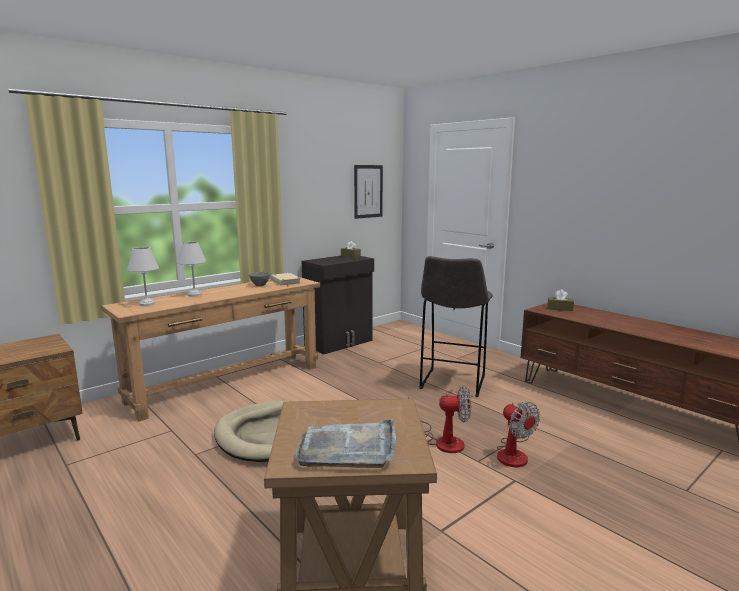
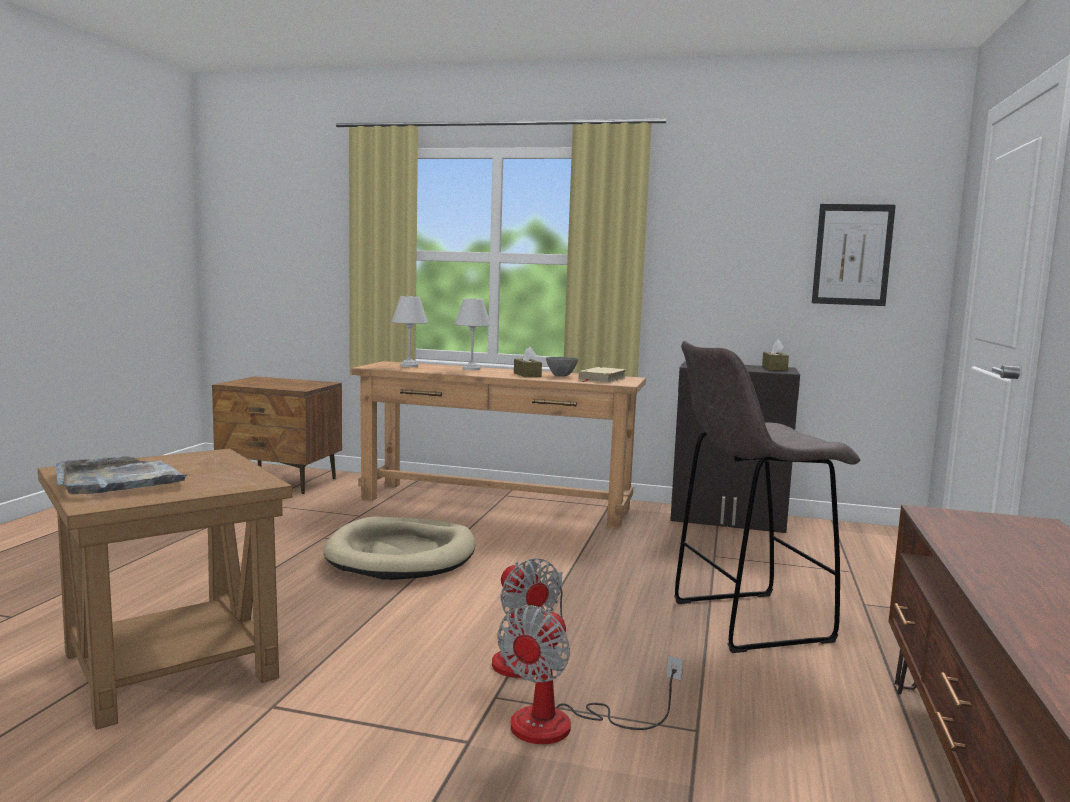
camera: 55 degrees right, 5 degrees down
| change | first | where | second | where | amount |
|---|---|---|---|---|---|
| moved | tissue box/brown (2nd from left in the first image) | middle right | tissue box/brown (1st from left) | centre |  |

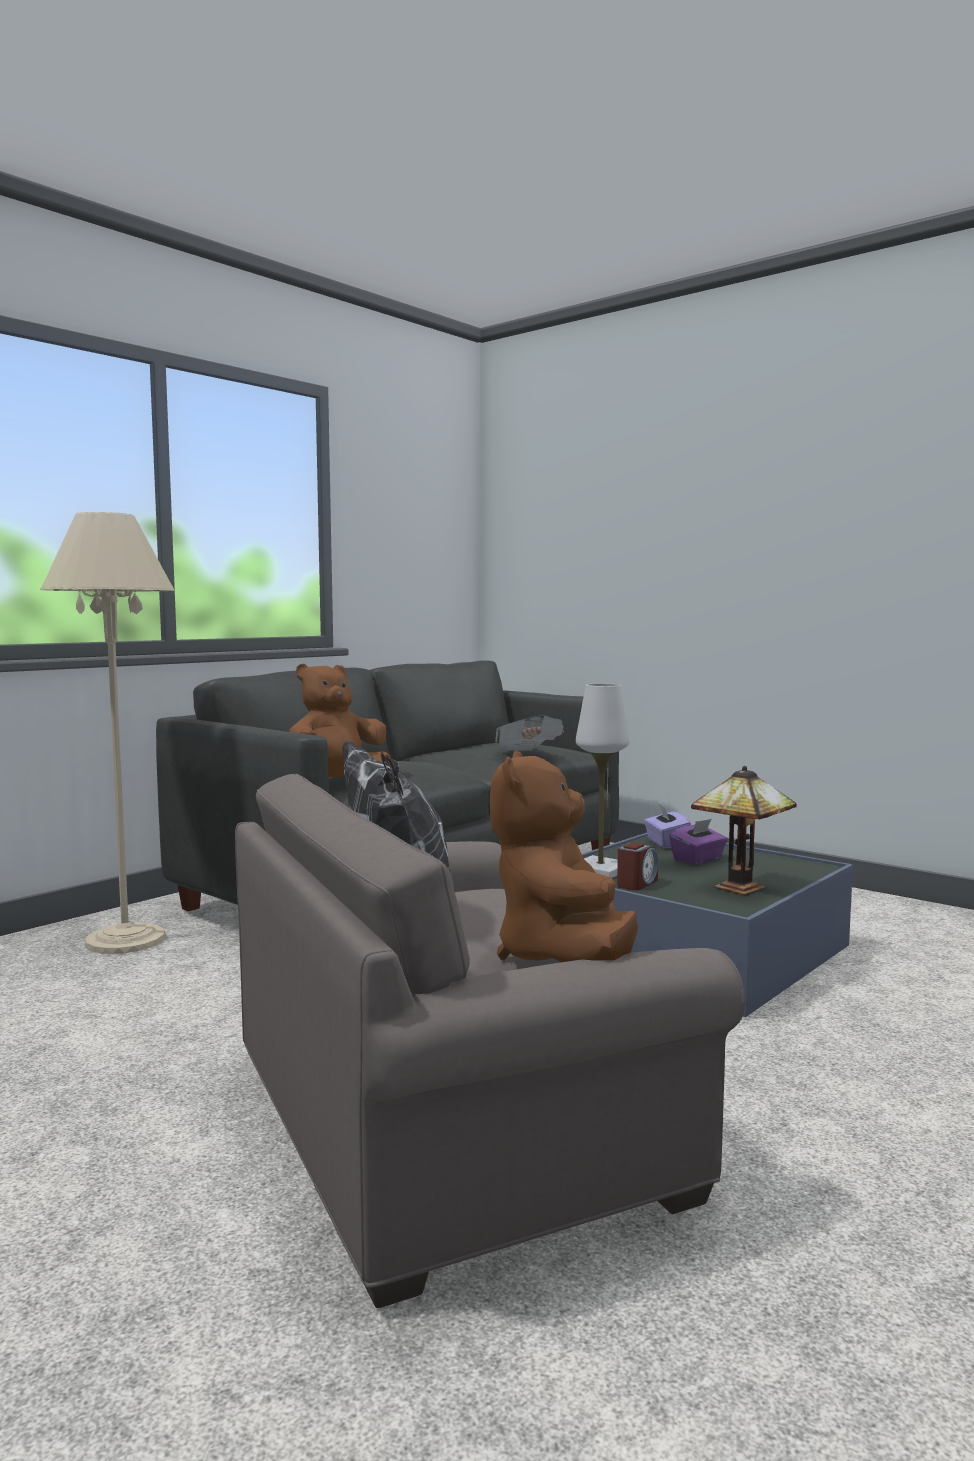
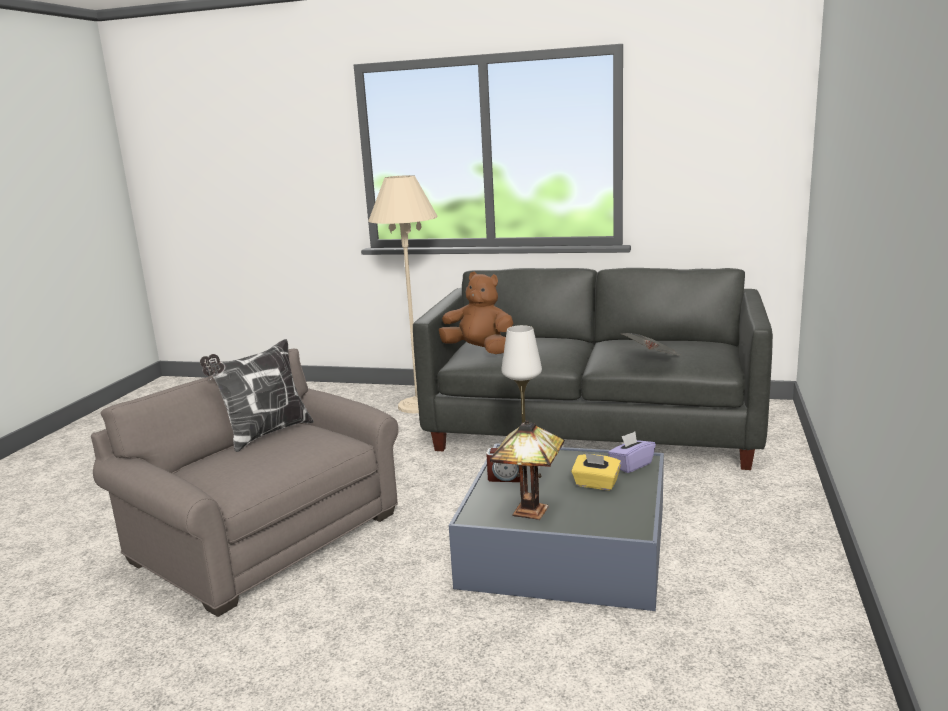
camera: 65 degrees right, 10 degrees up
| change | first | where | second | where | amount |
|---|---|---|---|---|---|
| recoloured | tissue box/purple (2nd from left) | middle right | tissue box/yellow | centre |  |
| removed | plush toy/brown (2nd from left) | centre |  |  |  |

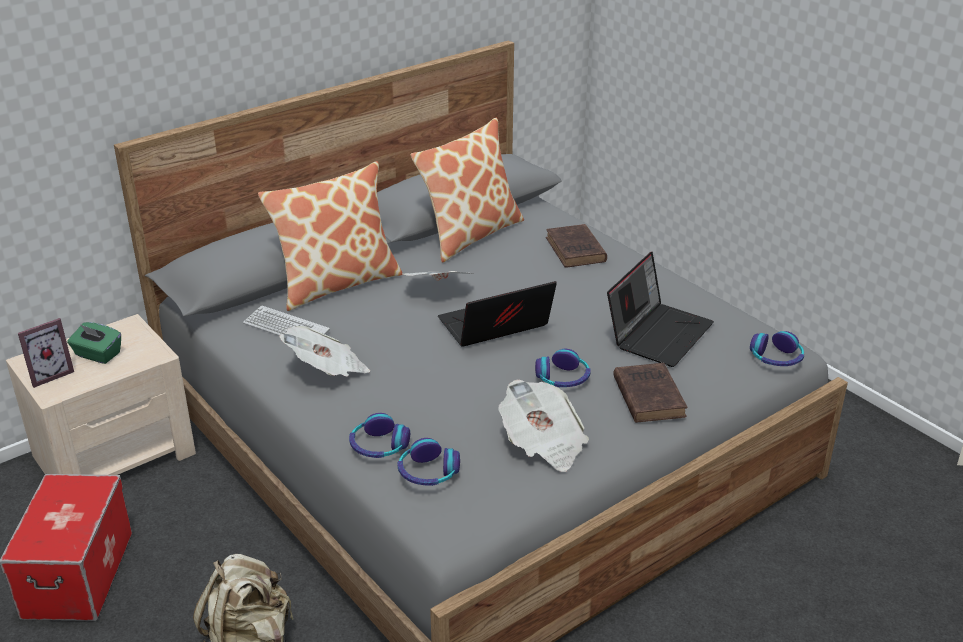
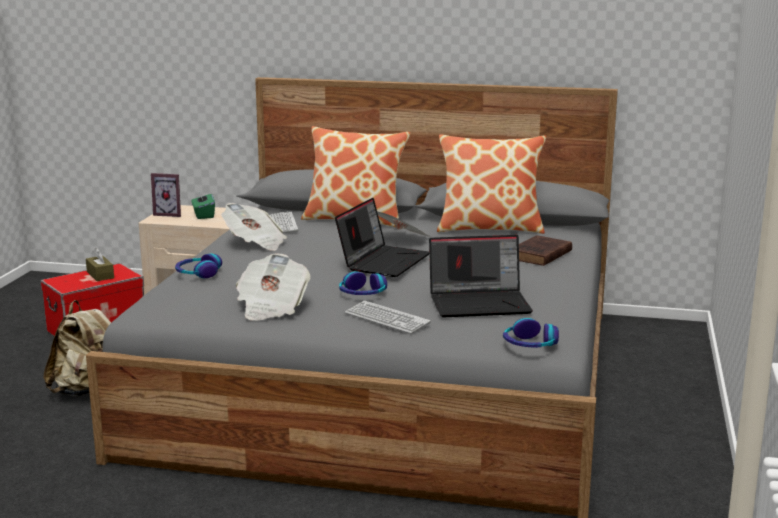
camera: 50 degrees right, 15 degrees down
| change | first | where | second | where | amount |
|---|---|---|---|---|---|
| added |  |  | tissue box/brown | middle left |  |
| turned | laptop (1st from left) | centre |  | centre | 90 degrees clockwise |
| replaced | book/brown (2nd from left) | middle right | keyboard (2nd from left) | centre |  |
| removed | headphones (2nd from left) | bottom centre |  |  |  |

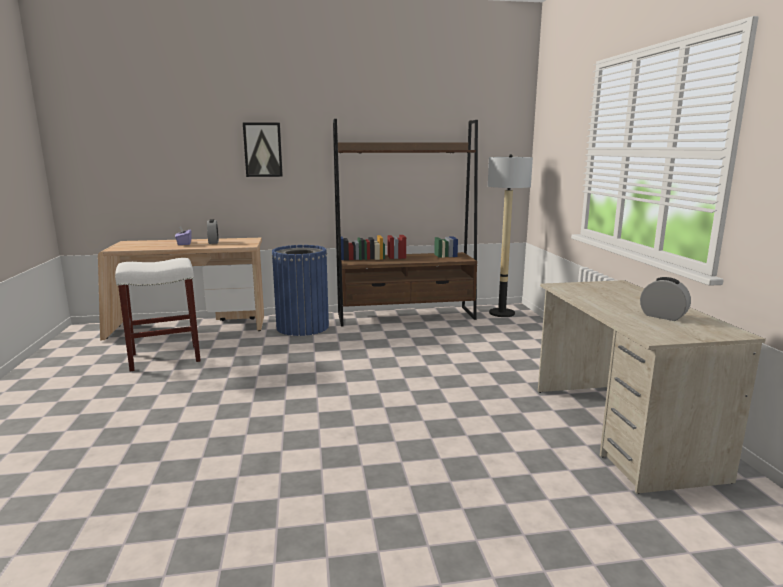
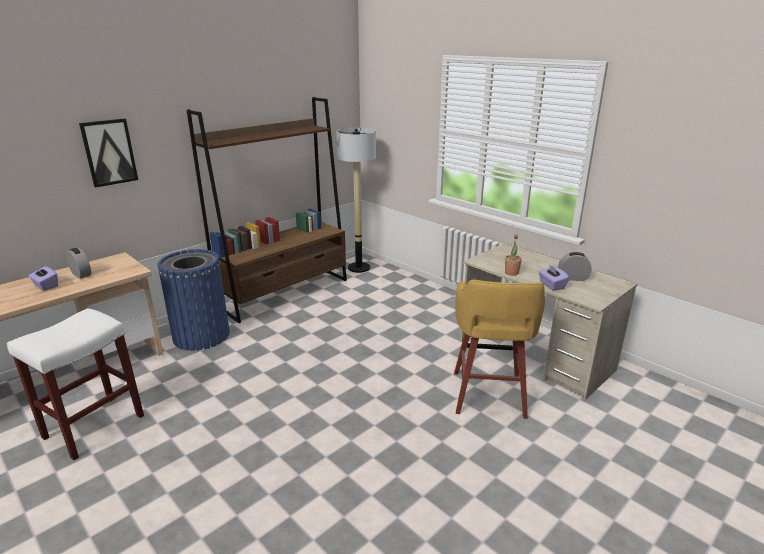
camera: 35 degrees left, 10 degrees up
| change | first | where | second | where | amount |
|---|---|---|---|---|---|
| added |  |  | stool/yellow | centre |  |
| added |  |  | potted plant | middle right |  |
| added |  |  | tissue box/purple (2nd from left) | middle right |  |

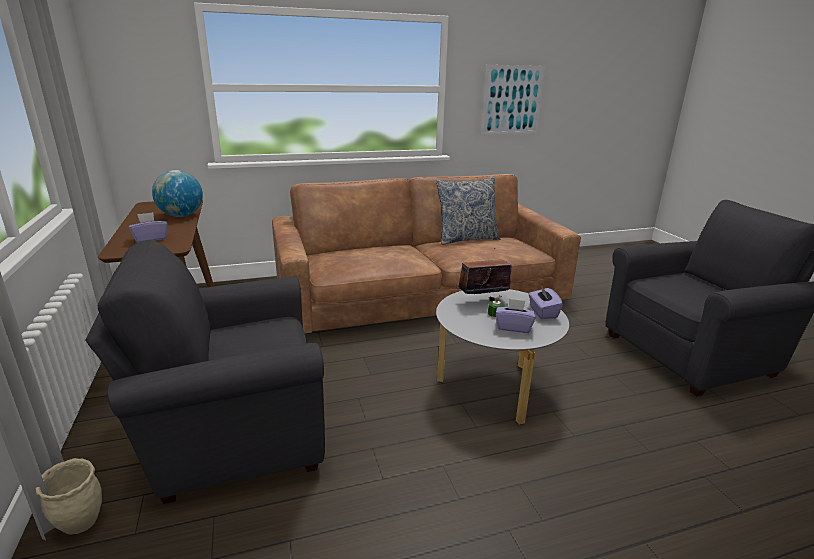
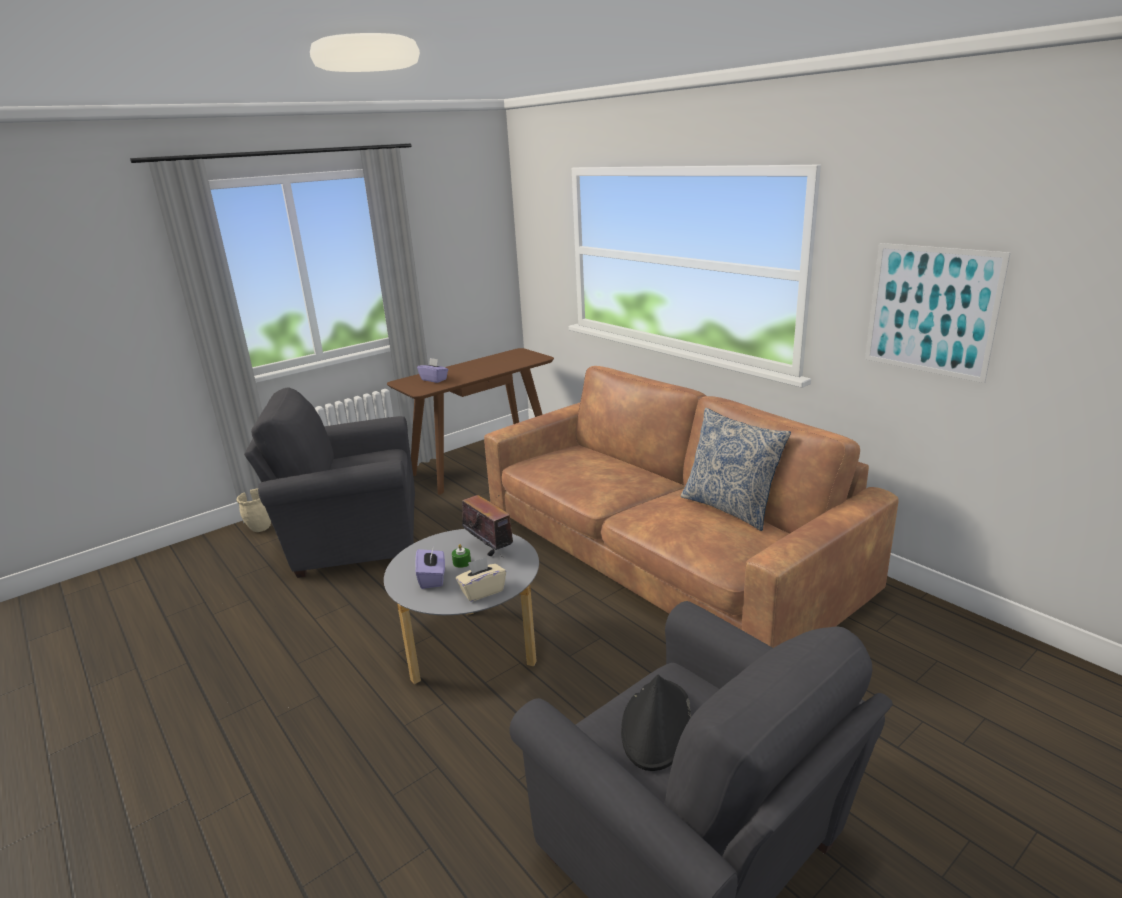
camera: 70 degrees right, 0 degrees up
| change | first | where | second | where | amount |
|---|---|---|---|---|---|
| turned | armchair/grey (1st from left) | middle left |  | middle left | 60 degrees counterclockwise |
| recoloured | tissue box/purple (3rd from left) | middle right | tissue box/beige | centre |  |
| added |  |  | hat/black | bottom centre |  |
| removed | globe | middle left |  |  |  |

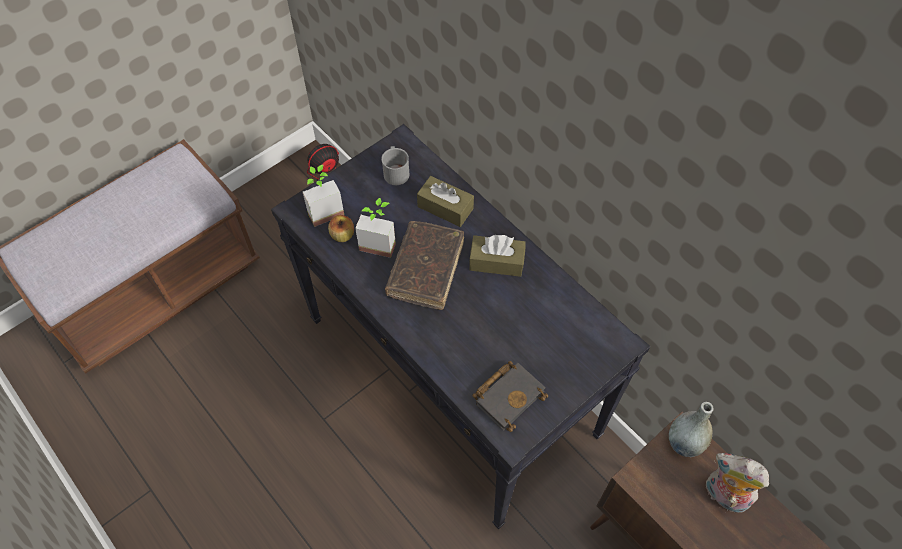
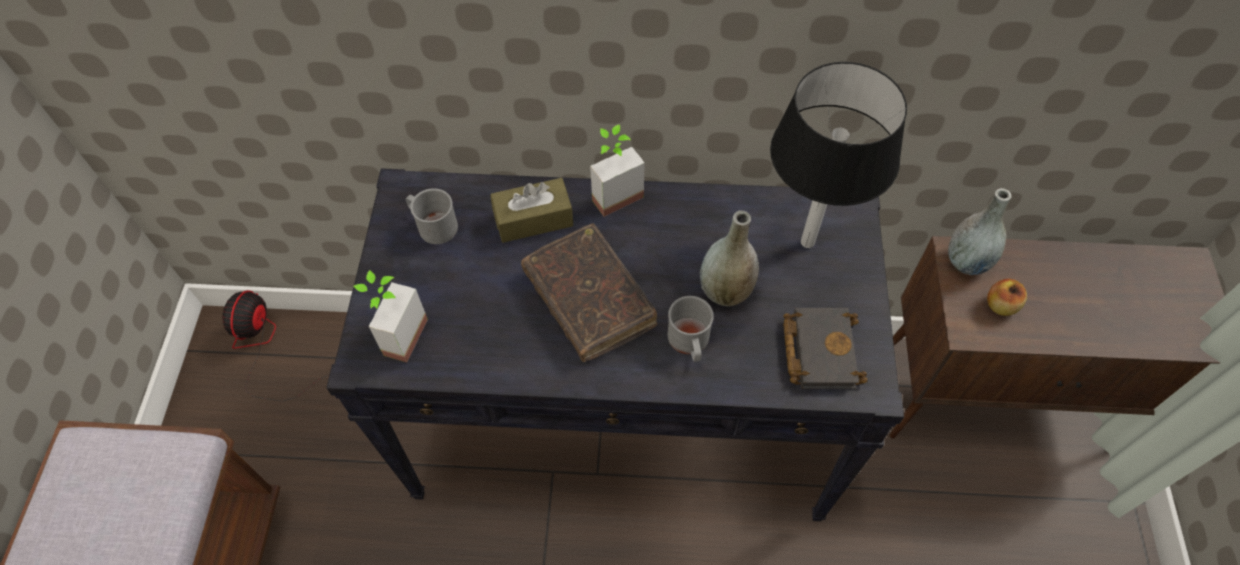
camera: 45 degrees left, 0 degrees up
| change | first | where | second | where | amount |
|---|---|---|---|---|---|
| moved | potted plant (2nd from left) | centre |  | top centre |  |
| added |  |  | mug/grey (2nd from left) | centre |  |
| added |  |  | vase/grey (1st from left) | centre |  |
| added |  |  | table lamp/black | top right |  |
| moved | apple | centre |  | middle right |  |
| removed | tissue box/brown (2nd from left) | centre |  |  |  |
| removed | plush toy | bottom right |  |  |  |

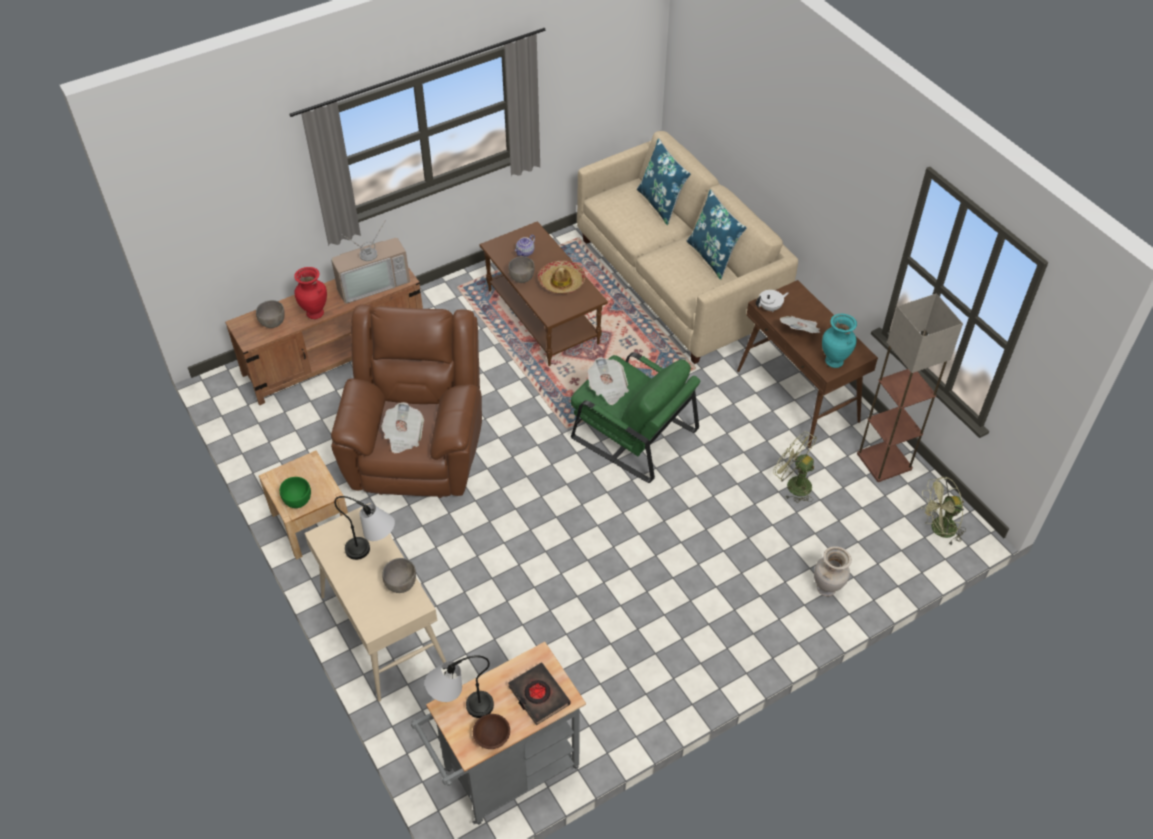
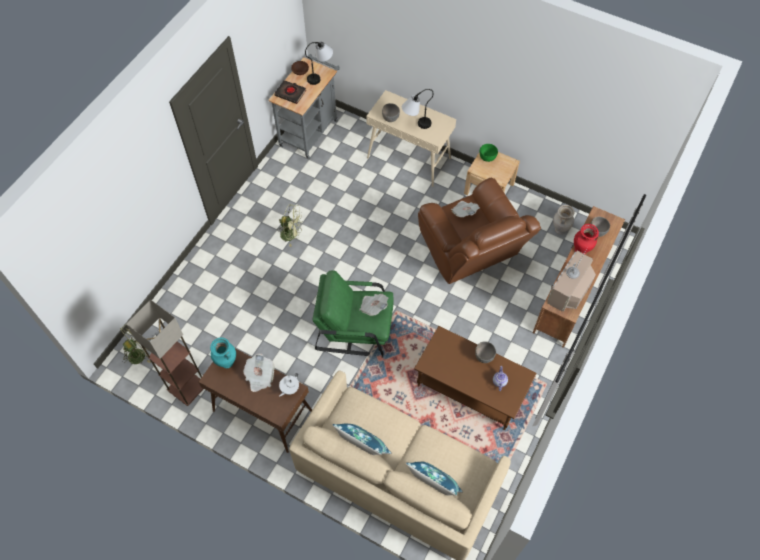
camera: 150 degrees right, 10 degrees up
| change | first | where | second | where | amount |
|---|---|---|---|---|---|
| moved | fan/green (1st from left in the first image) | middle right | fan/green (2nd from left) | centre |  |
| moved | vase/beige | bottom right |  | middle right |  |
| removed | hat | top centre |  |  |  |

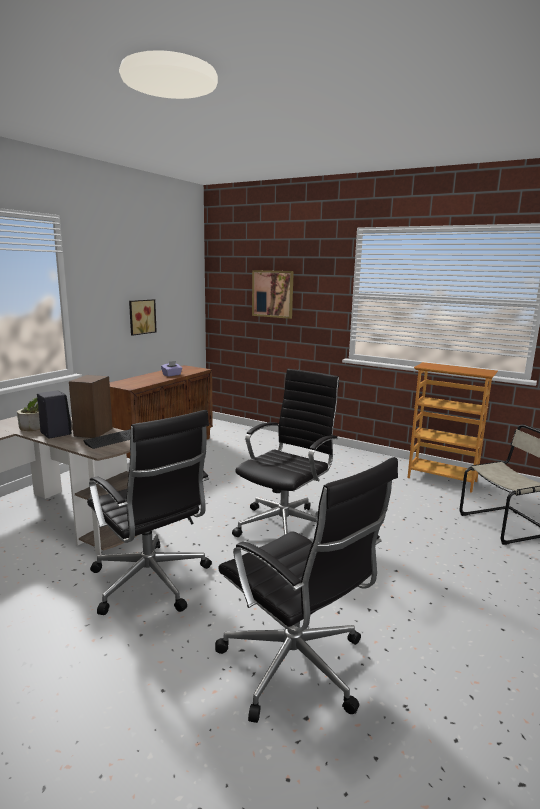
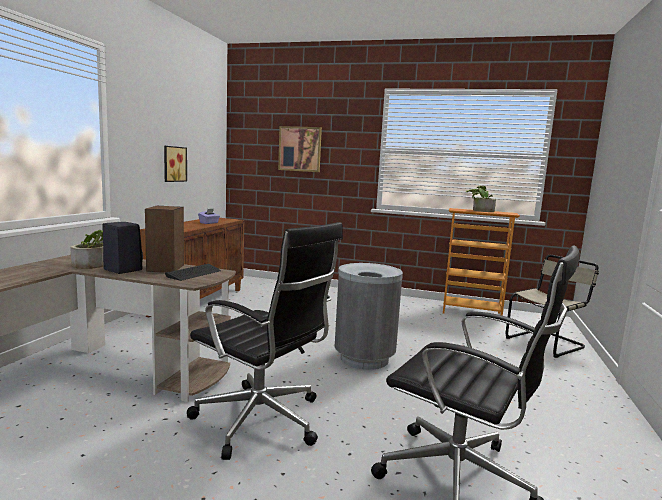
camera: 15 degrees left, 5 degrees down
| change | first | where | second | where | amount |
|---|---|---|---|---|---|
| replaced | office chair/black (2nd from left) | centre | trash can/grey | centre |  |
| added |  |  | potted plant (2nd from left) | middle right |  |

